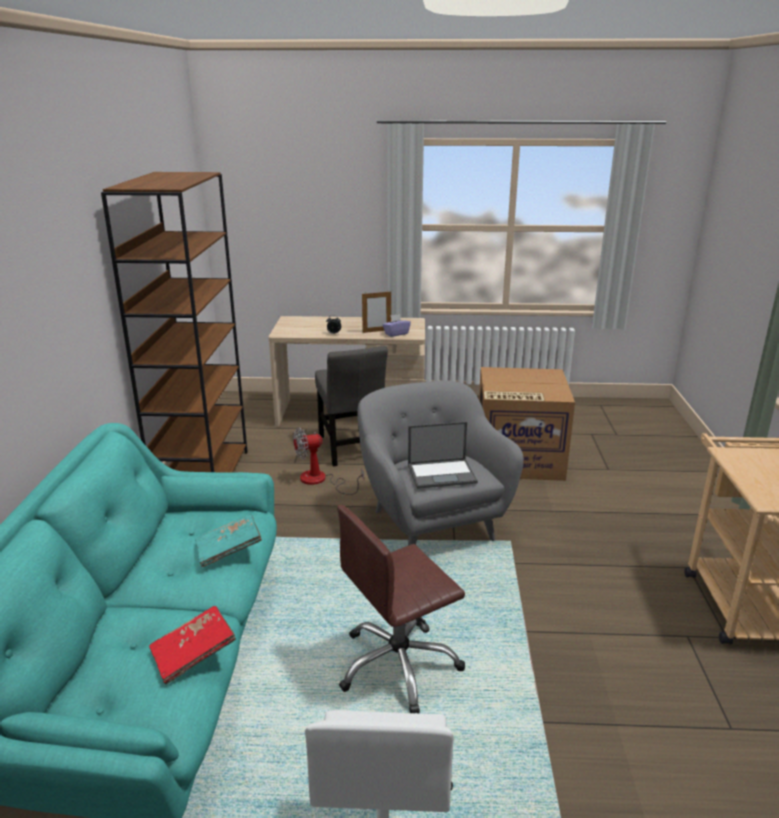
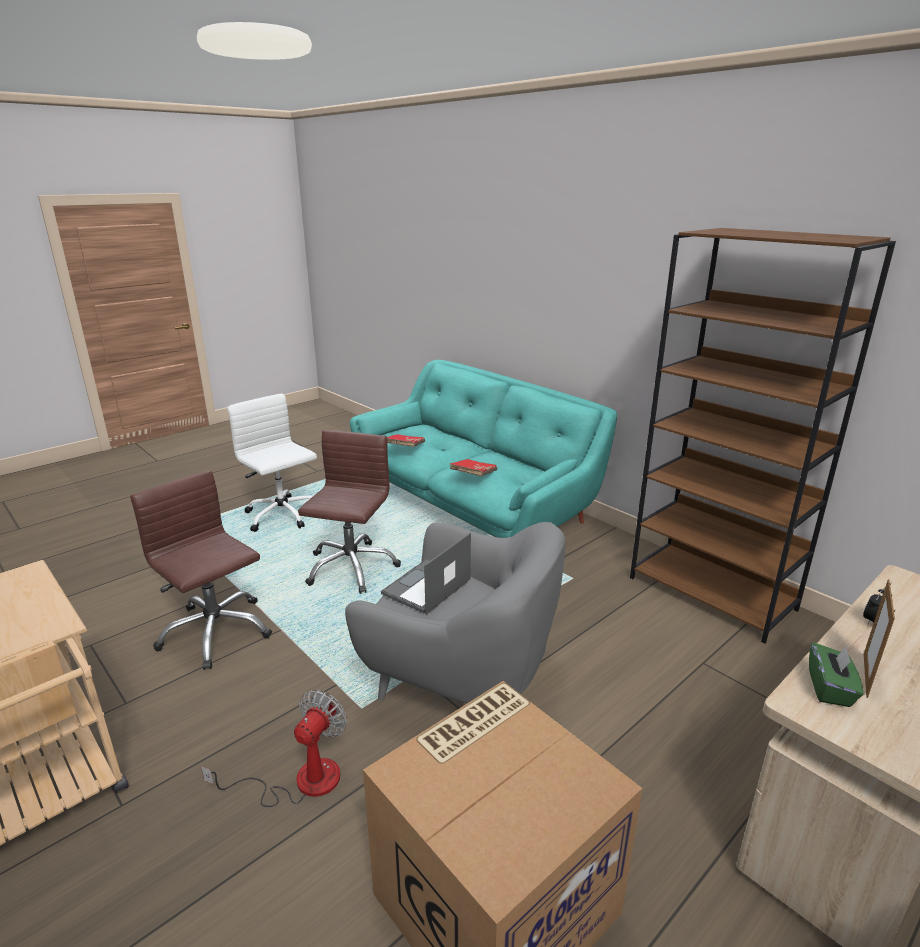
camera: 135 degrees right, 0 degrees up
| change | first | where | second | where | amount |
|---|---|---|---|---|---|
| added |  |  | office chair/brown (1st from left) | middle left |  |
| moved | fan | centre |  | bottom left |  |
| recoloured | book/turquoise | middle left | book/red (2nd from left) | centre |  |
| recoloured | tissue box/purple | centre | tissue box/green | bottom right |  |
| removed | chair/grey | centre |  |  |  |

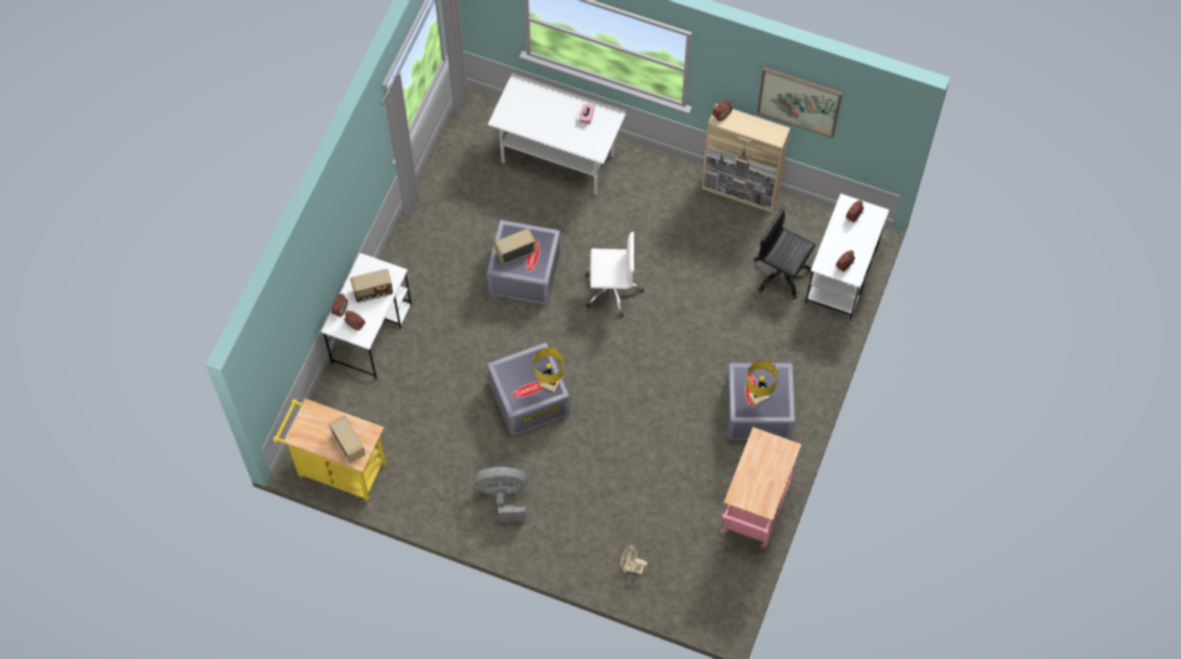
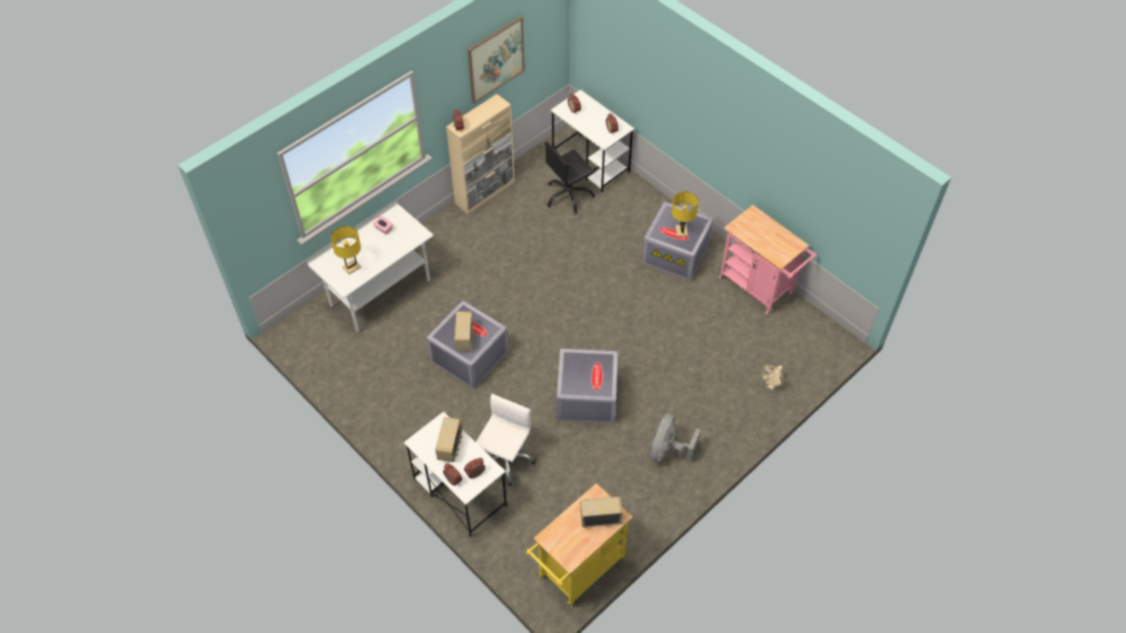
camera: 65 degrees left, 10 degrees down
| change | first | where | second | where | amount |
|---|---|---|---|---|---|
| moved | table lamp/yellow (1st from left) | centre |  | middle left |  |
| moved | office chair/white | centre |  | bottom centre |  |

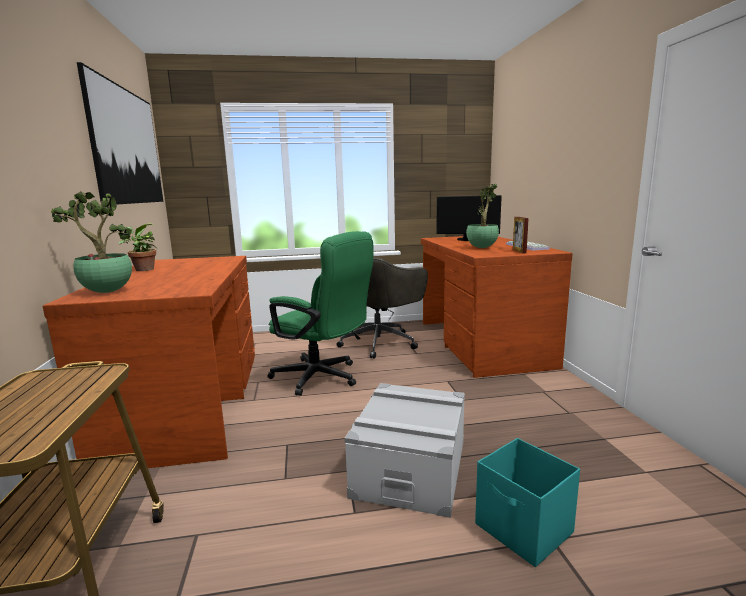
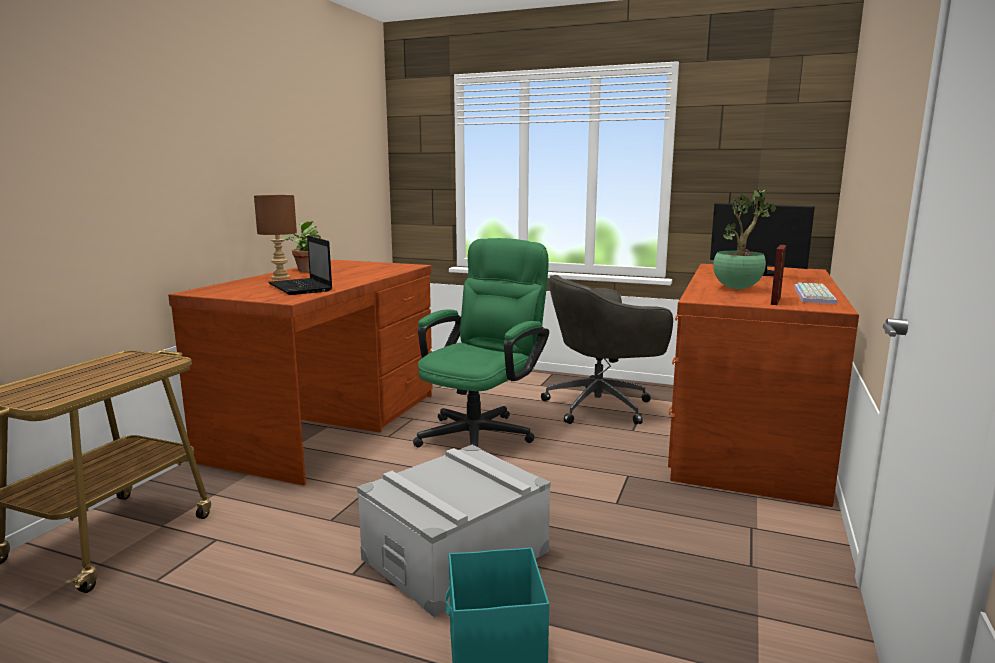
camera: 30 degrees right, 0 degrees up
| change | first | where | second | where | amount |
|---|---|---|---|---|---|
| added |  |  | table lamp/brown | middle left |  |
| added |  |  | laptop | middle left |  |
| turned | office chair/green | centre |  | centre | 120 degrees counterclockwise |
| removed | potted plant (1st from left) | middle left |  |  |  |
| removed | picture | top left |  |  |  |

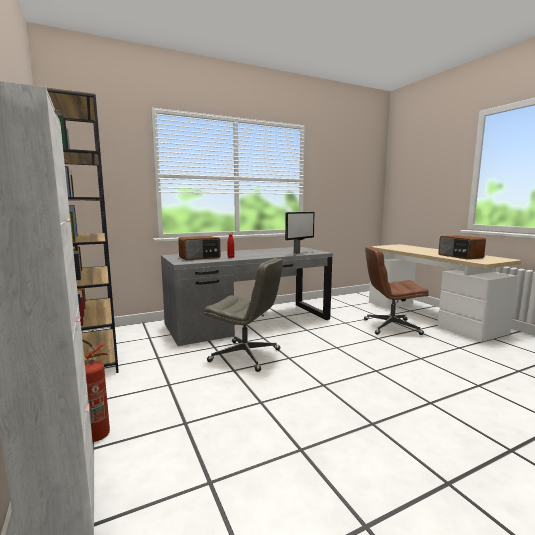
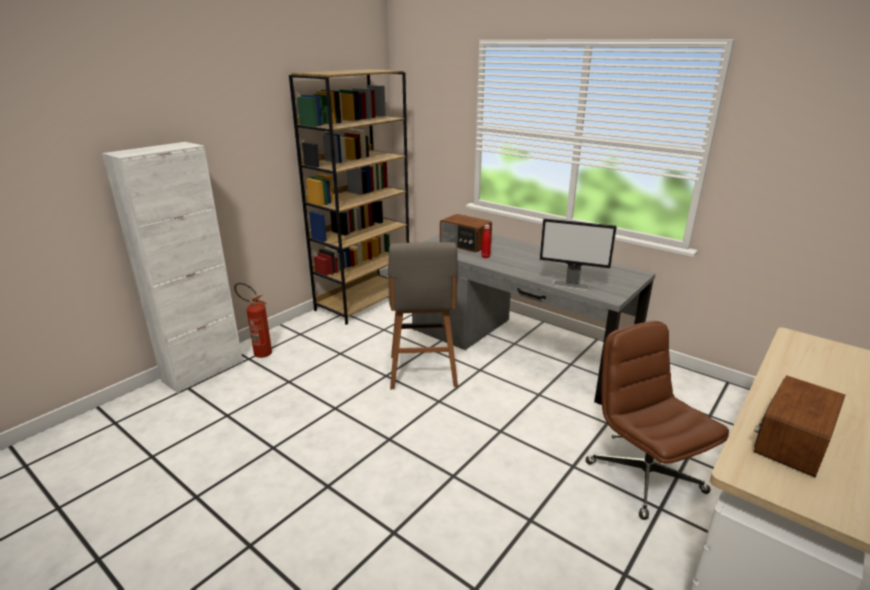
camera: 65 degrees right, 15 degrees up
| change | first | where | second | where | amount |
|---|---|---|---|---|---|
| replaced | office chair/grey | centre | stool/grey | centre |  |

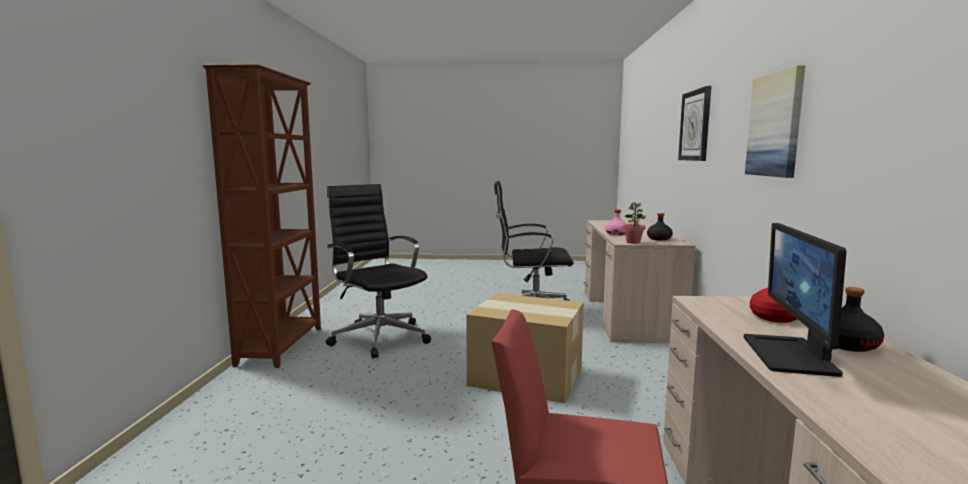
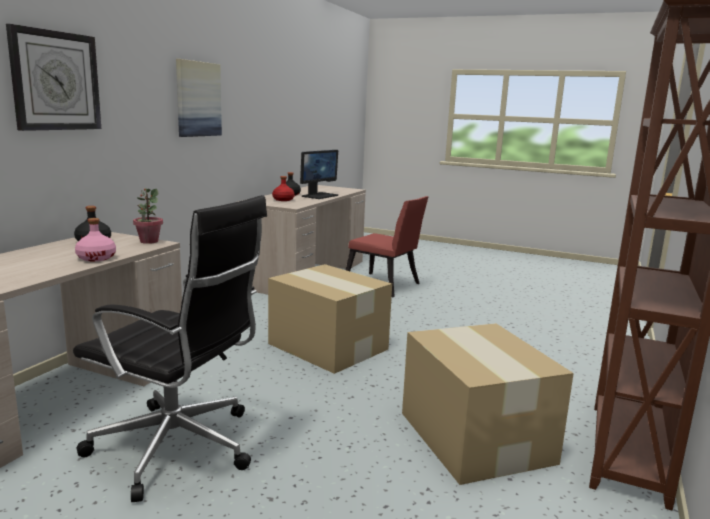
camera: 160 degrees left, 5 degrees up
| change | first | where | second | where | amount |
|---|---|---|---|---|---|
| replaced | office chair/black (1st from left) | centre | cardboard box (2nd from left) | bottom right |  |

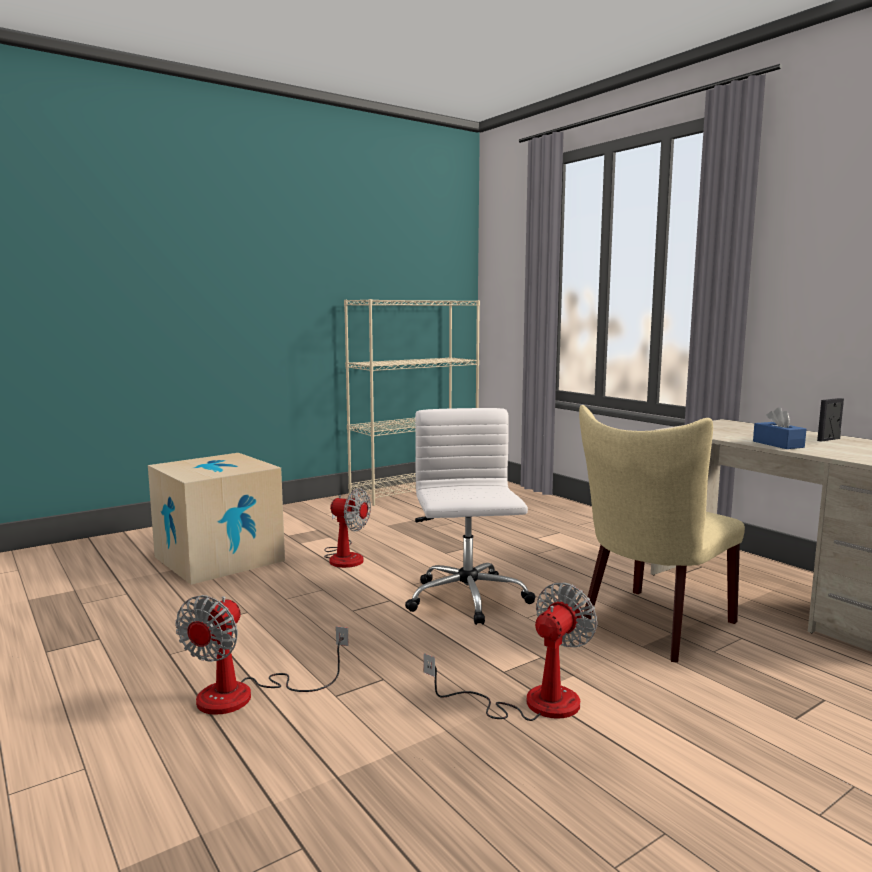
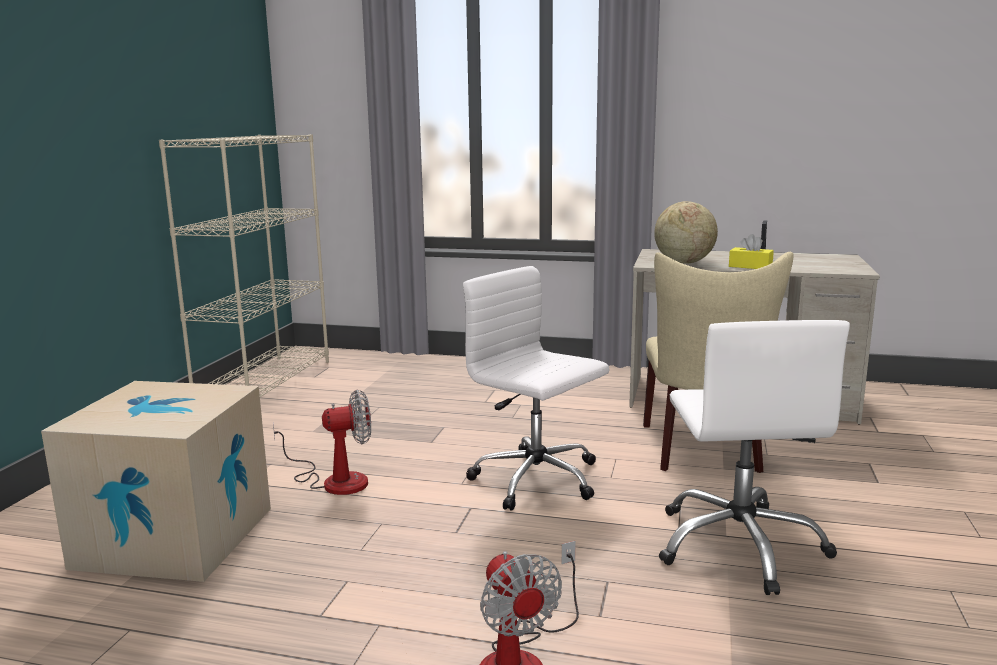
camera: 40 degrees left, 5 degrees up
| change | first | where | second | where | amount |
|---|---|---|---|---|---|
| added |  |  | globe | middle right |  |
| replaced | fan (3rd from left) | bottom centre | office chair/white (2nd from left) | bottom right |  |
| recoloured | tissue box/blue | middle right | tissue box/yellow | middle right |  |

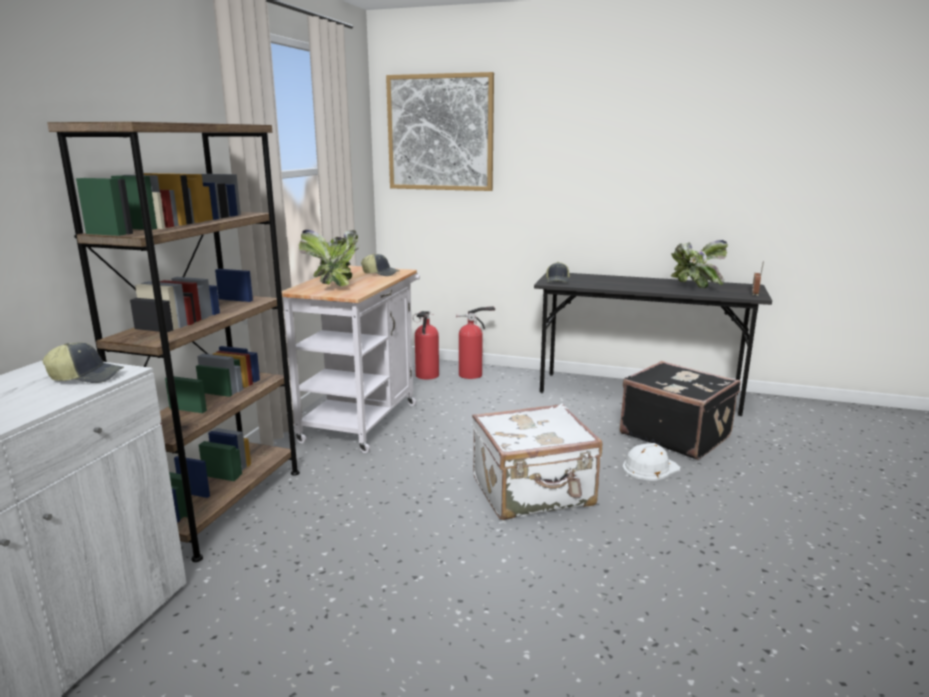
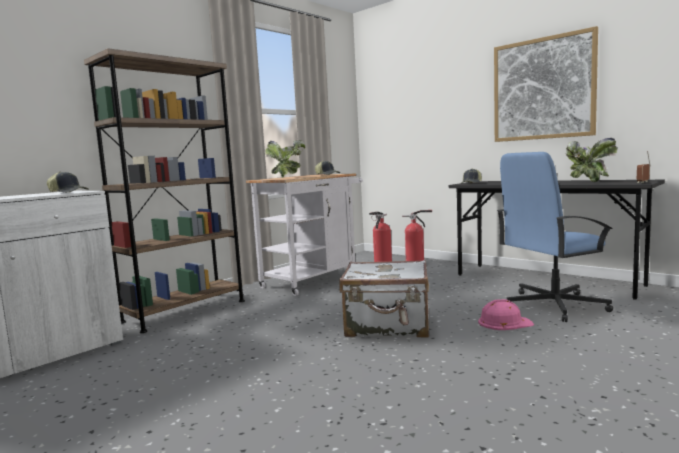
camera: 25 degrees right, 10 degrees down
| change | first | where | second | where | amount |
|---|---|---|---|---|---|
| recoloured | hard hat/white | middle right | hard hat/pink | bottom right |  |
| moved | picture | top centre |  | top right |  |
| replaced | suitcase/black | middle right | office chair/blue | middle right |  |

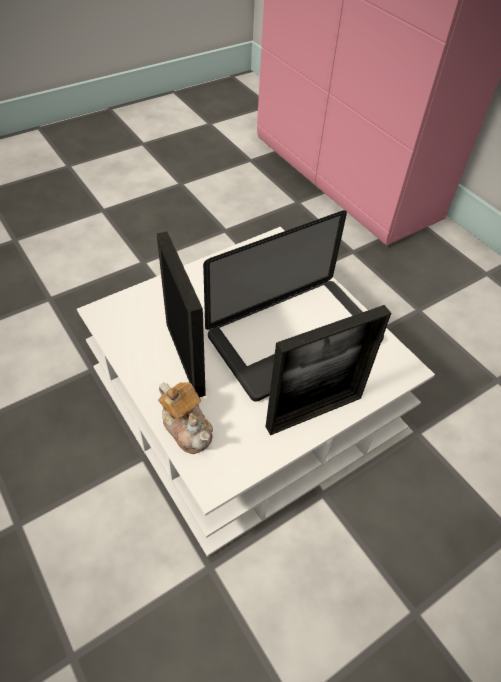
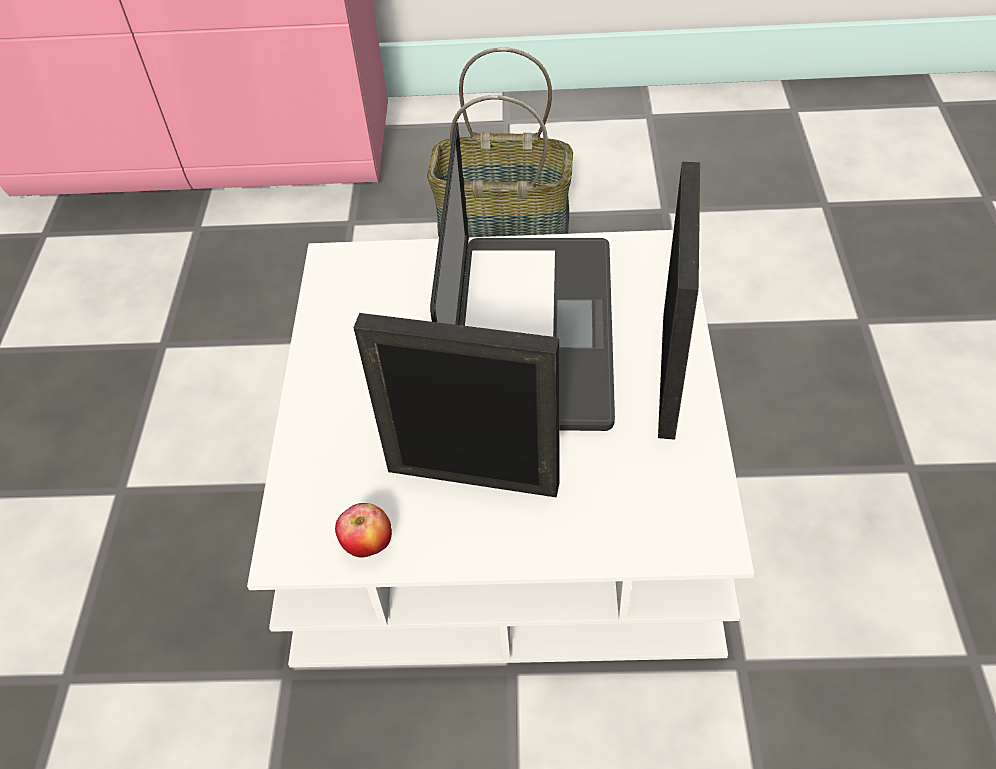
camera: 50 degrees left, 0 degrees up
| change | first | where | second | where | amount |
|---|---|---|---|---|---|
| added |  |  | apple | bottom centre |  |
| added |  |  | basket | top centre |  |
| removed | teapot | centre |  |  |  |

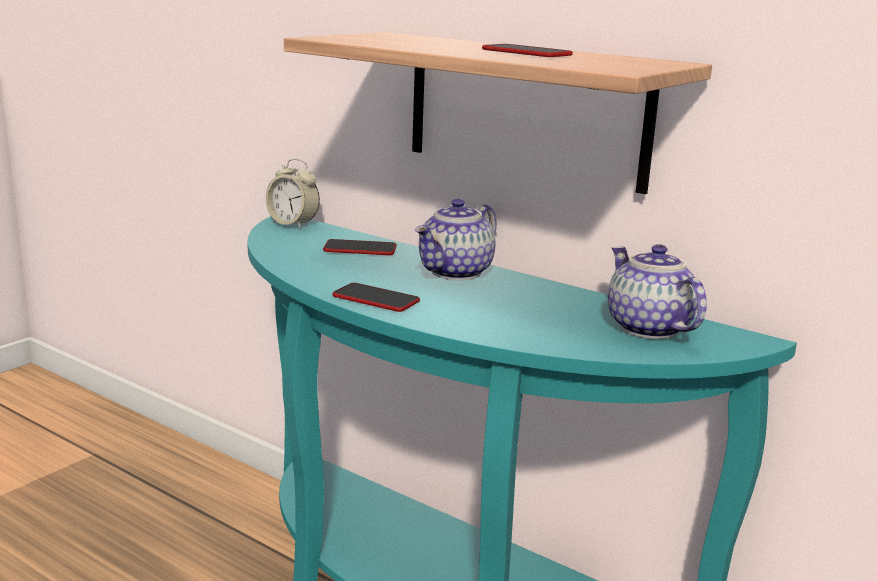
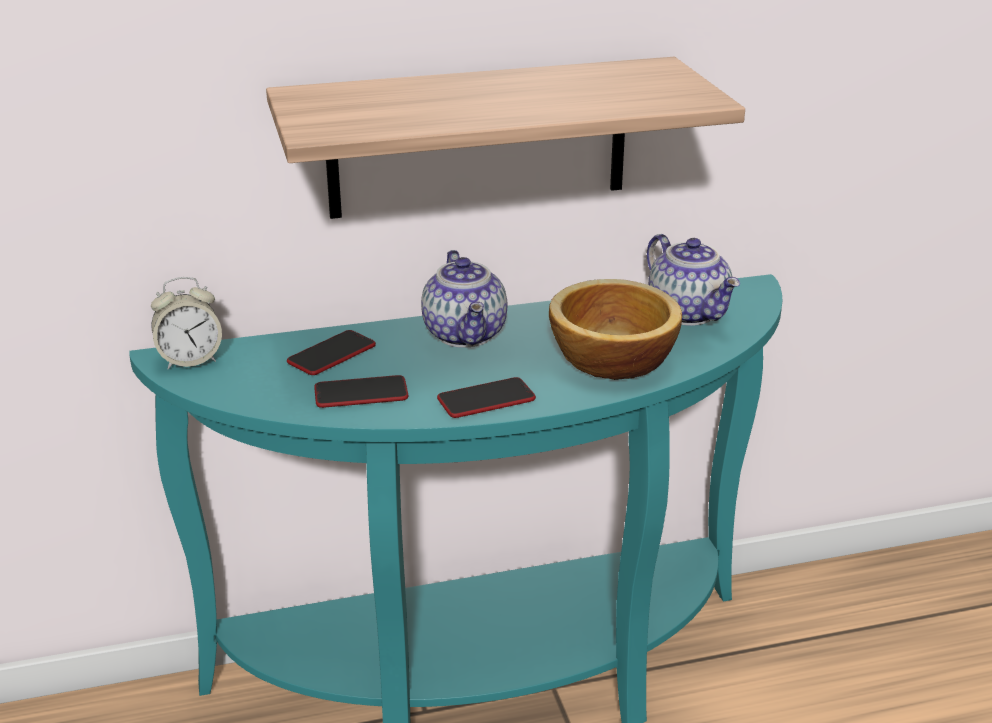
camera: 50 degrees left, 10 degrees up
| change | first | where | second | where | amount |
|---|---|---|---|---|---|
| moved | phone (3rd from left in the first image) | top centre | phone (2nd from left) | centre |  |
| added |  |  | bowl | centre |  |
| turned | teapot (2nd from left) | middle right |  | middle right | 135 degrees counterclockwise |

